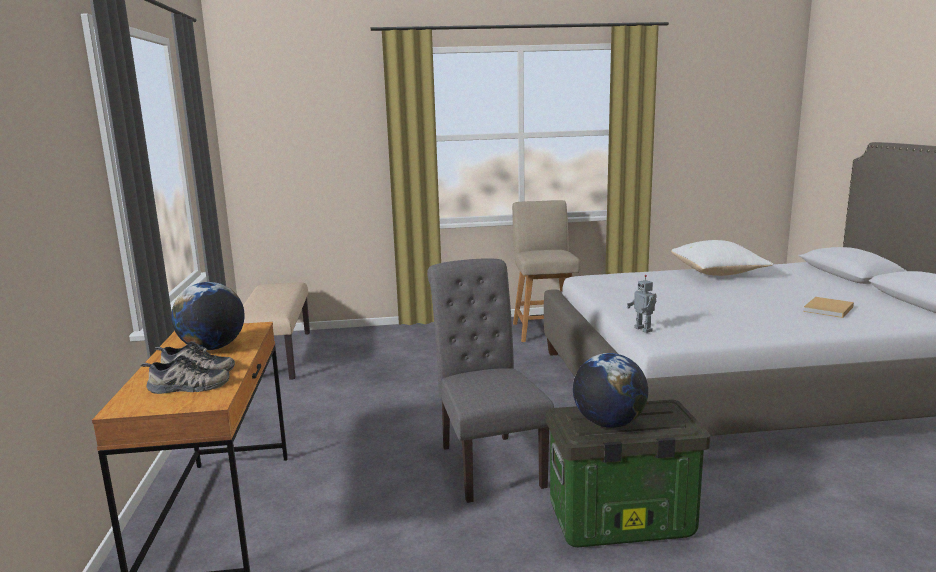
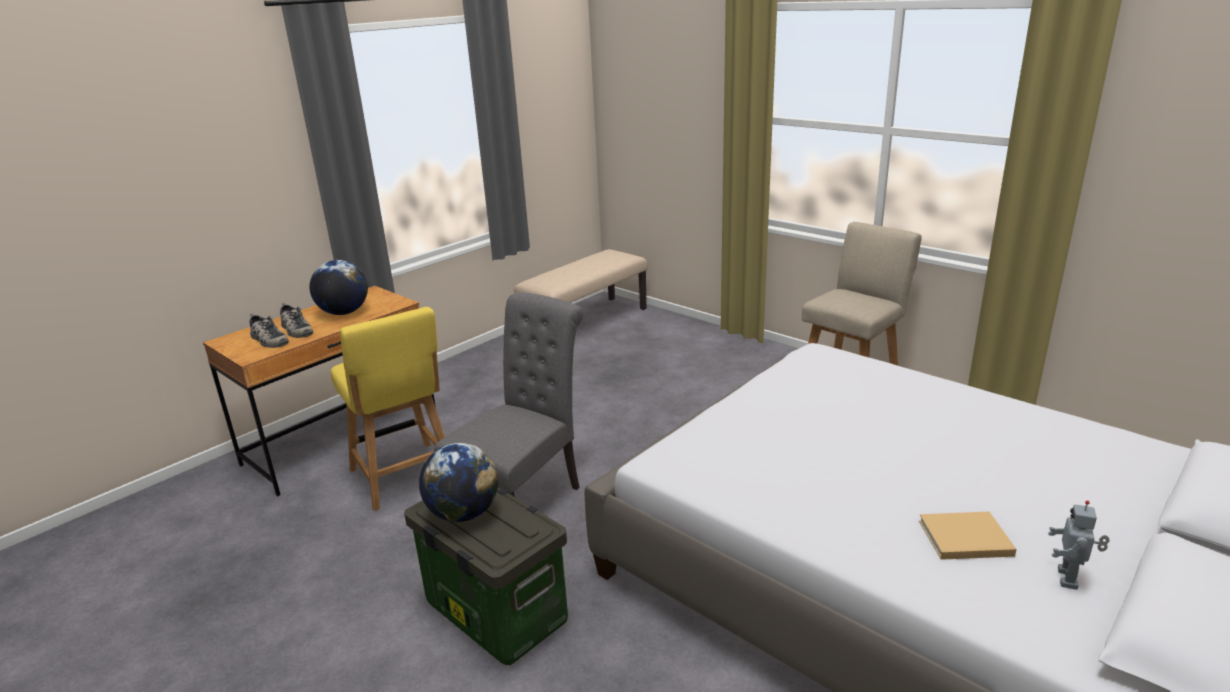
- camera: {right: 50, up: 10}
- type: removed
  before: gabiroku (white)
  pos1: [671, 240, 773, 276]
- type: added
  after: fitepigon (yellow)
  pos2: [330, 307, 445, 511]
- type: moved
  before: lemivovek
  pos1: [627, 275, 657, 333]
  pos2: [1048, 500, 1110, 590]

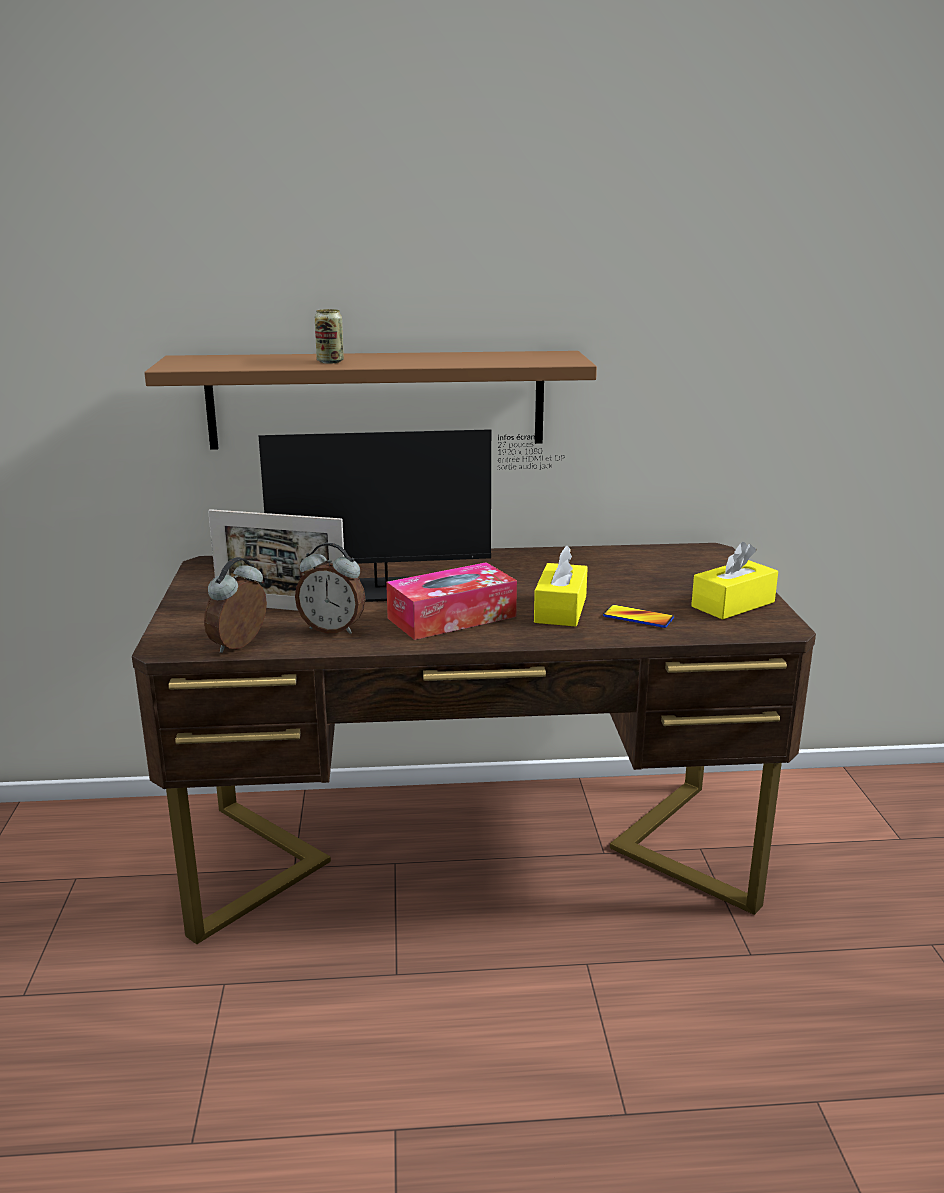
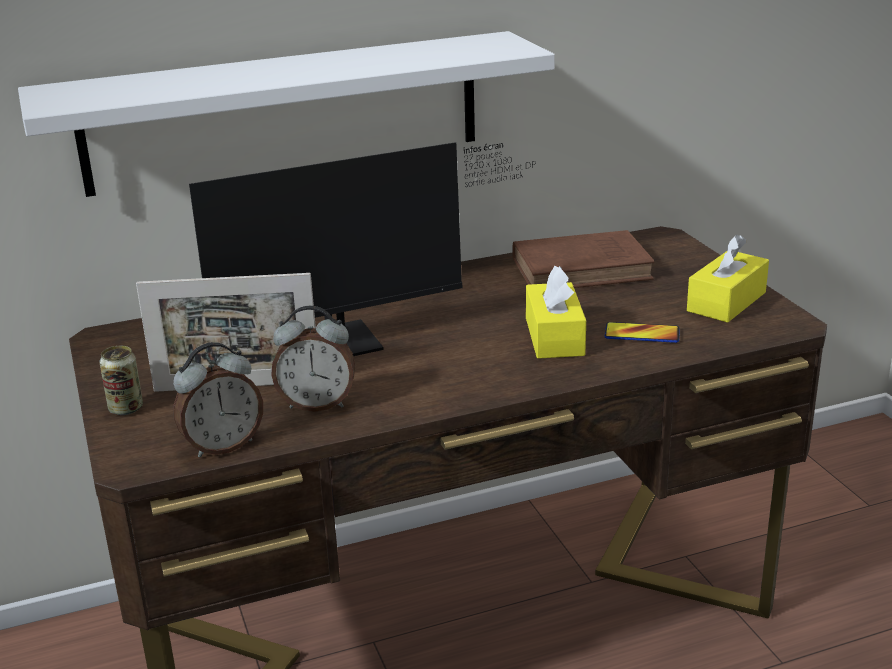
- camera: {right: -15, up: 5}
- type: removed
  before: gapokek
  pos1: [386, 562, 517, 640]
- type: added
  after: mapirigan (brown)
  pos2: [513, 230, 654, 288]
- type: moved
  before: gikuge
  pos1: [315, 309, 344, 363]
  pos2: [99, 346, 143, 415]
- type: recoloured
  before: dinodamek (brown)
  after: dinodamek (white)
  pos1: [144, 351, 597, 450]
  pos2: [18, 31, 555, 197]
- type: turned
  before: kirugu
  pos1: [204, 557, 267, 653]
  pos2: [173, 342, 263, 458]
  turn: -135

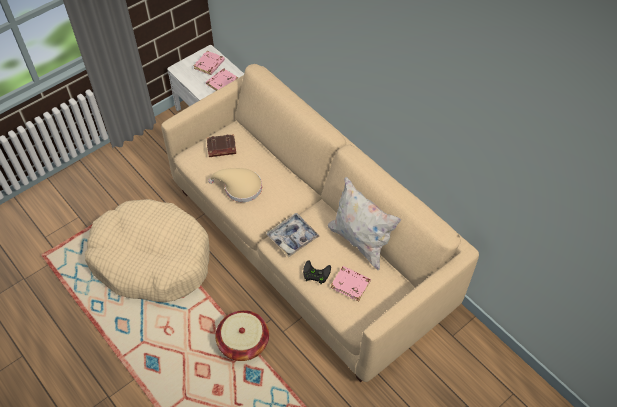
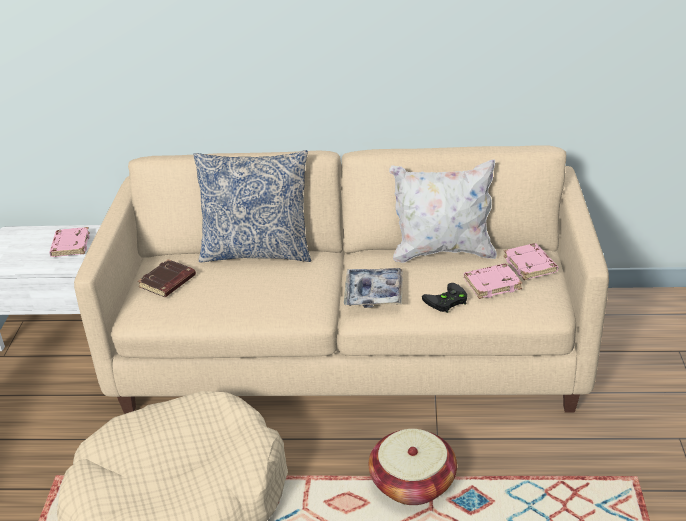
- camera: {right: -45, up: -20}
- type: removed
  before: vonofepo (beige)
  pos1: [208, 168, 262, 202]
- type: added
  after: gabiroku
  pos2: [193, 150, 311, 263]
- type: moved
  before: mapirigan (pink)
  pos1: [194, 51, 225, 75]
  pos2: [503, 243, 558, 280]

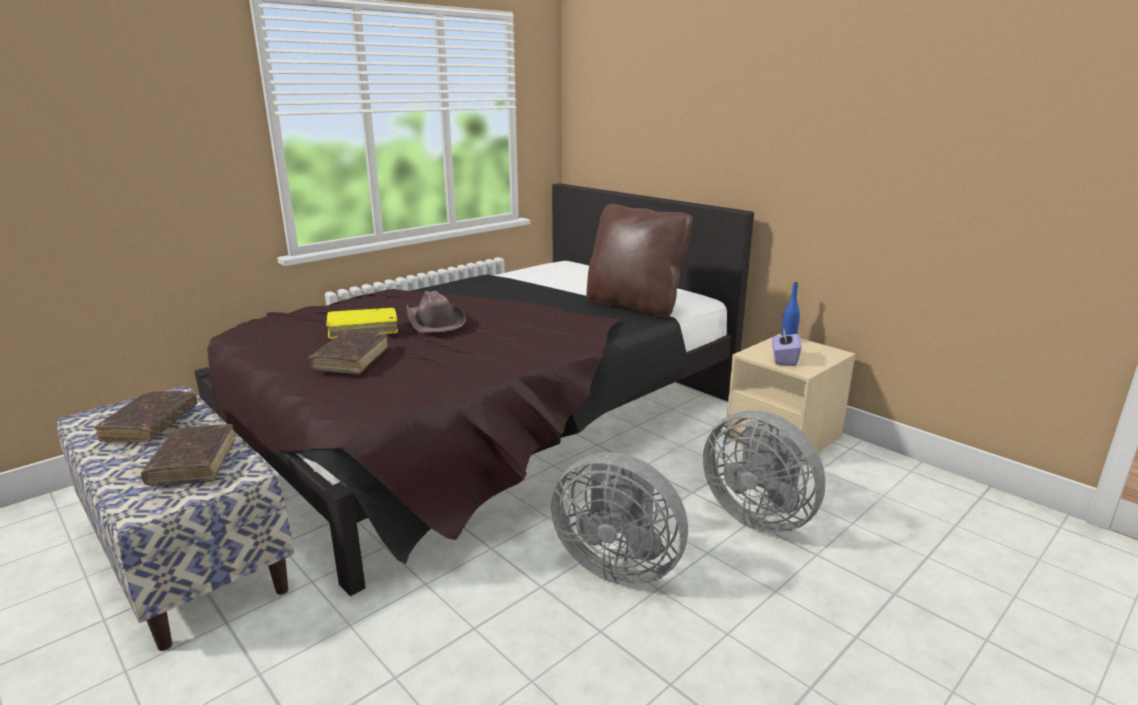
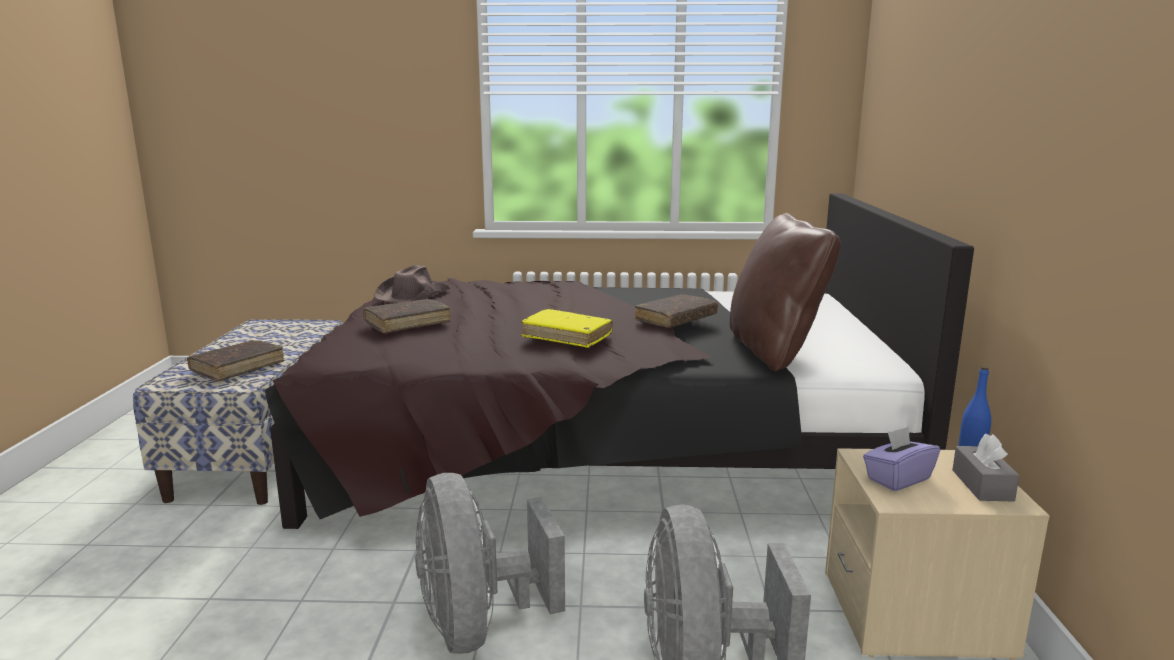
- camera: {right: 45, up: -5}
- type: added
  after: gapokek (grey)
  pos2: [952, 434, 1020, 501]
- type: moved
  before: mapirigan (brown)
  pos1: [95, 391, 197, 442]
  pos2: [635, 294, 718, 328]
- type: moved
  before: mapirigan (yellow)
  pos1: [326, 308, 398, 339]
  pos2: [521, 309, 613, 348]
- type: moved
  before: vonofepo (brown)
  pos1: [406, 291, 466, 333]
  pos2: [374, 265, 450, 303]

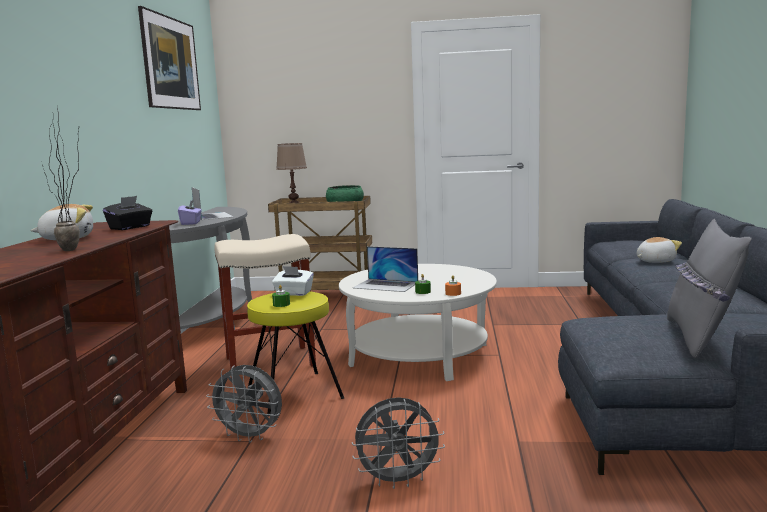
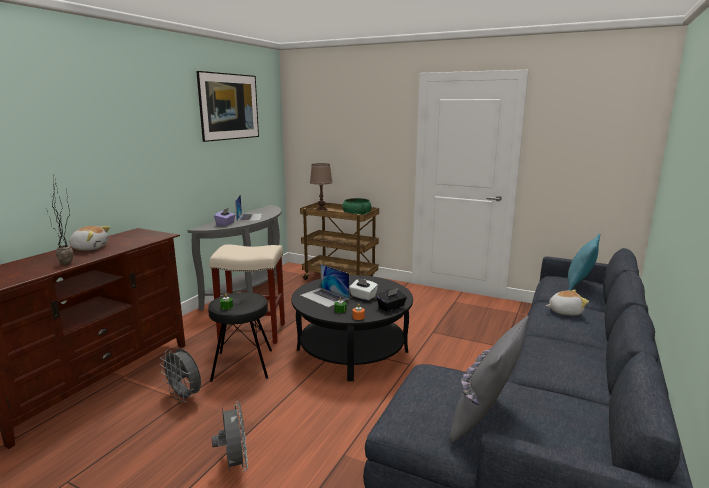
- camera: {right: 20, up: 5}
- type: added
  after: gabiroku (turquoise)
  pos2: [568, 234, 600, 291]
- type: moved
  before: gapokek (black)
  pos1: [103, 196, 152, 230]
  pos2: [376, 288, 407, 312]
- type: moved
  before: gapokek (white)
  pos1: [272, 266, 314, 296]
  pos2: [349, 278, 378, 300]
- type: recoloured
  before: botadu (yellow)
  after: botadu (black)
  pos1: [247, 291, 344, 416]
  pos2: [208, 292, 272, 382]
- type: recoloured
  before: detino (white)
  after: detino (black)
  pos1: [339, 264, 497, 381]
  pos2: [291, 275, 413, 381]
- type: turned
  before: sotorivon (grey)
  pos1: [352, 397, 445, 489]
  pos2: [211, 401, 248, 471]
  turn: -120

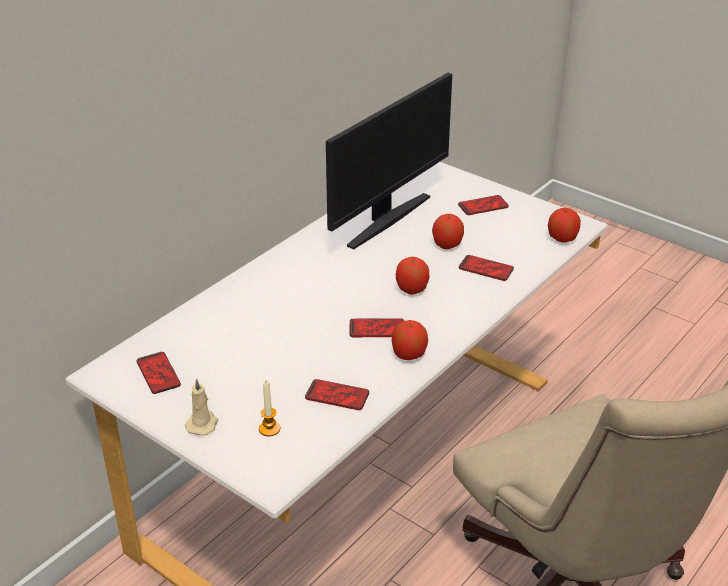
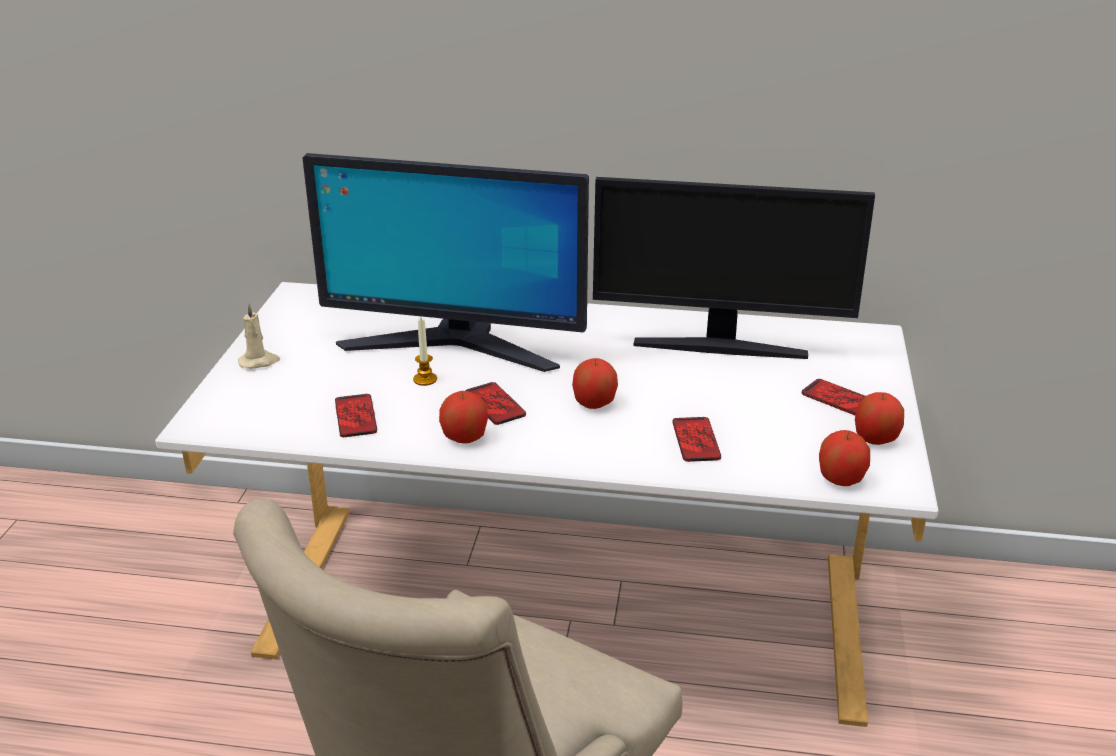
- camera: {right: 60, up: -5}
- type: removed
  before: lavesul
  pos1: [137, 352, 181, 394]
- type: added
  after: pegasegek
  pos2: [302, 153, 589, 372]
- type: moved
  before: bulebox
  pos1: [259, 380, 280, 436]
  pos2: [413, 318, 437, 386]
- type: moved
  before: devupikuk
  pos1: [432, 214, 464, 249]
  pos2: [855, 392, 904, 445]

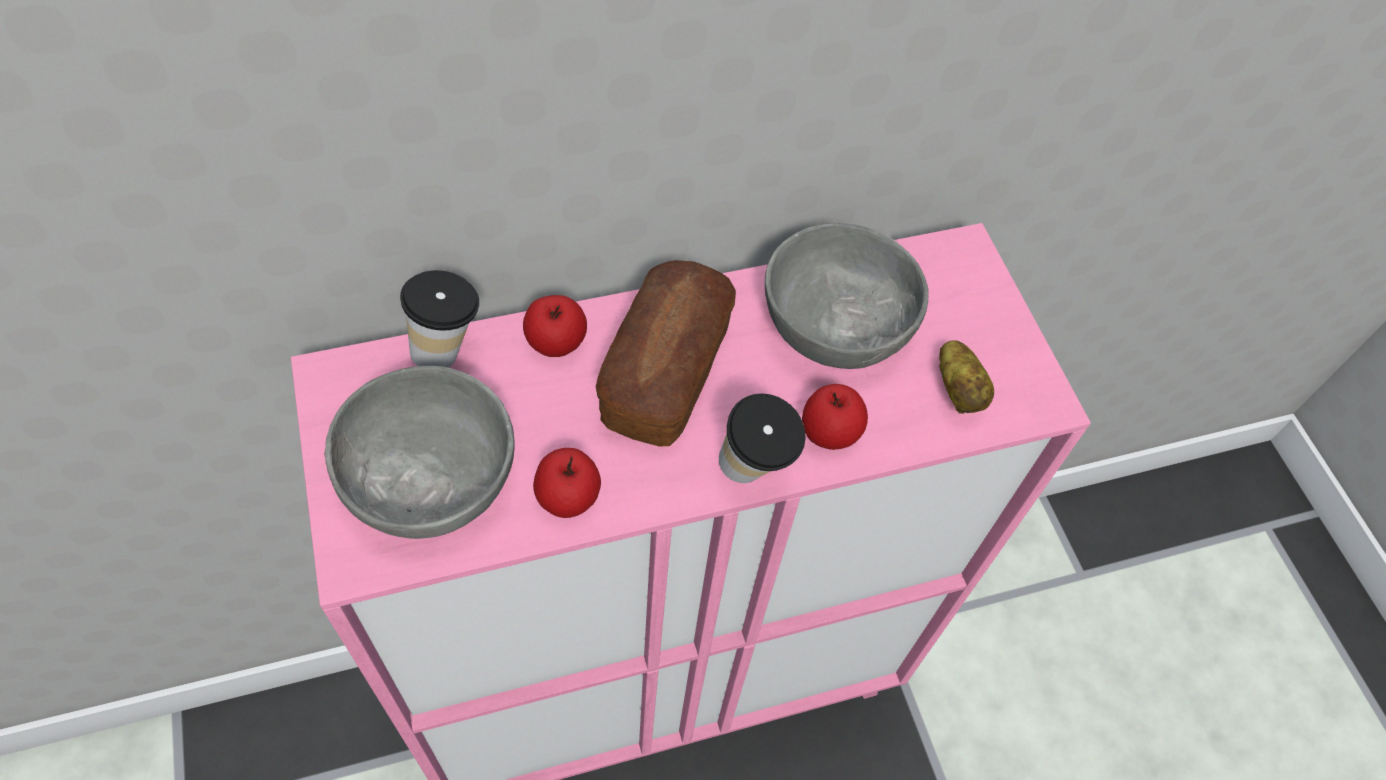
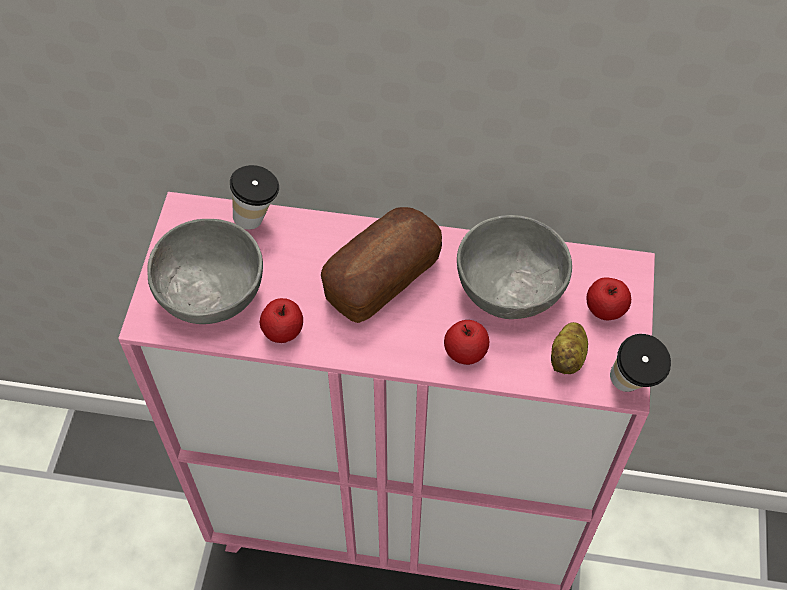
- camera: {right: 30, up: 0}
- type: moved
  before: devupikuk
  pos1: [523, 295, 587, 357]
  pos2: [586, 278, 631, 320]
- type: moved
  before: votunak
  pos1: [719, 393, 805, 483]
  pos2: [610, 334, 671, 392]

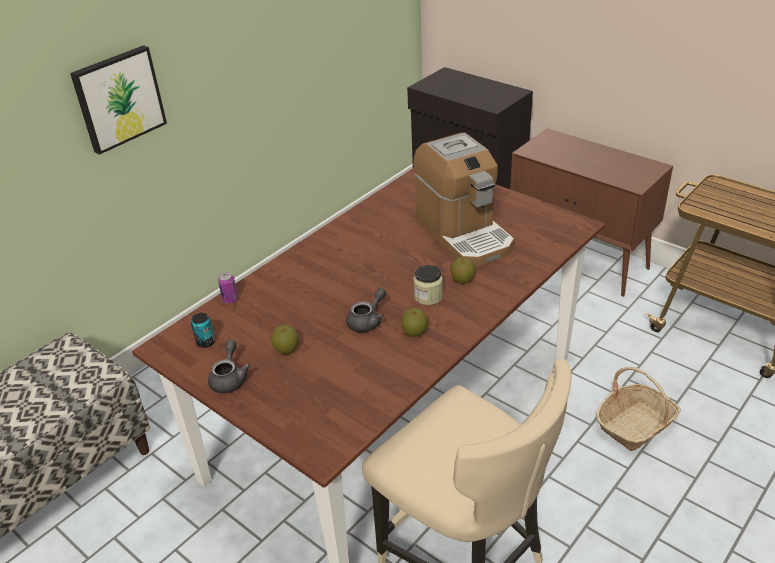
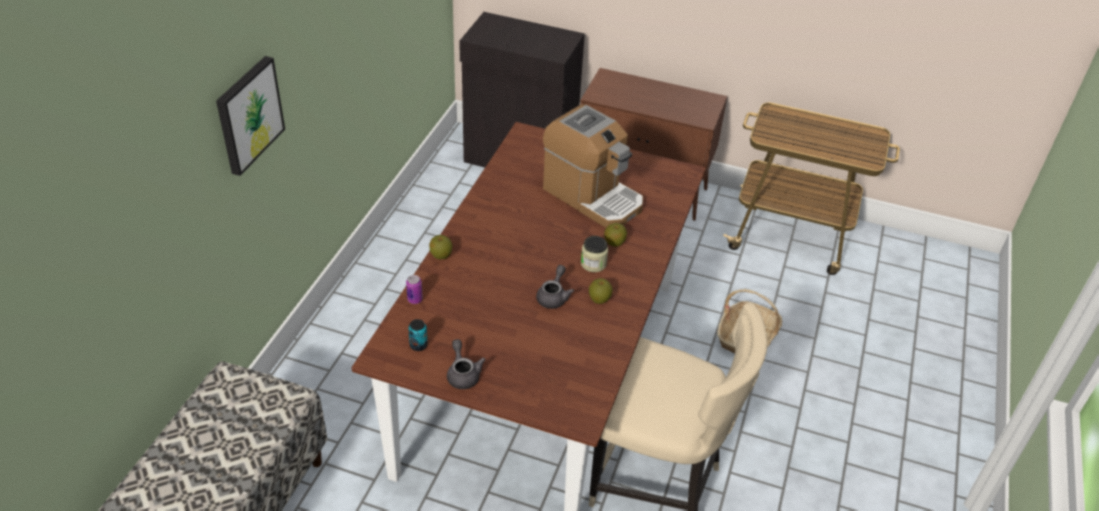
- camera: {right: -25, up: 5}
- type: moved
  before: devupikuk
  pos1: [271, 325, 299, 354]
  pos2: [429, 235, 452, 259]

